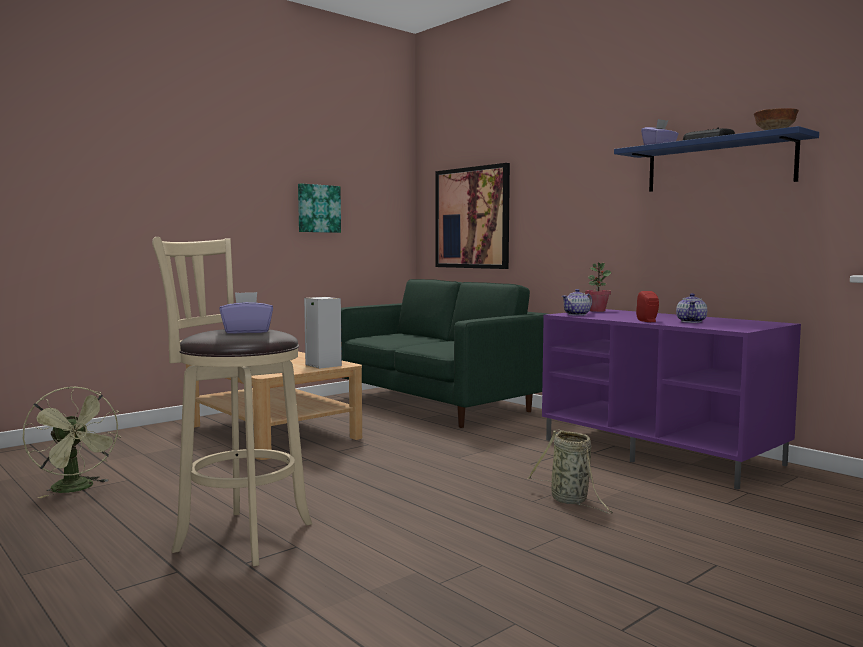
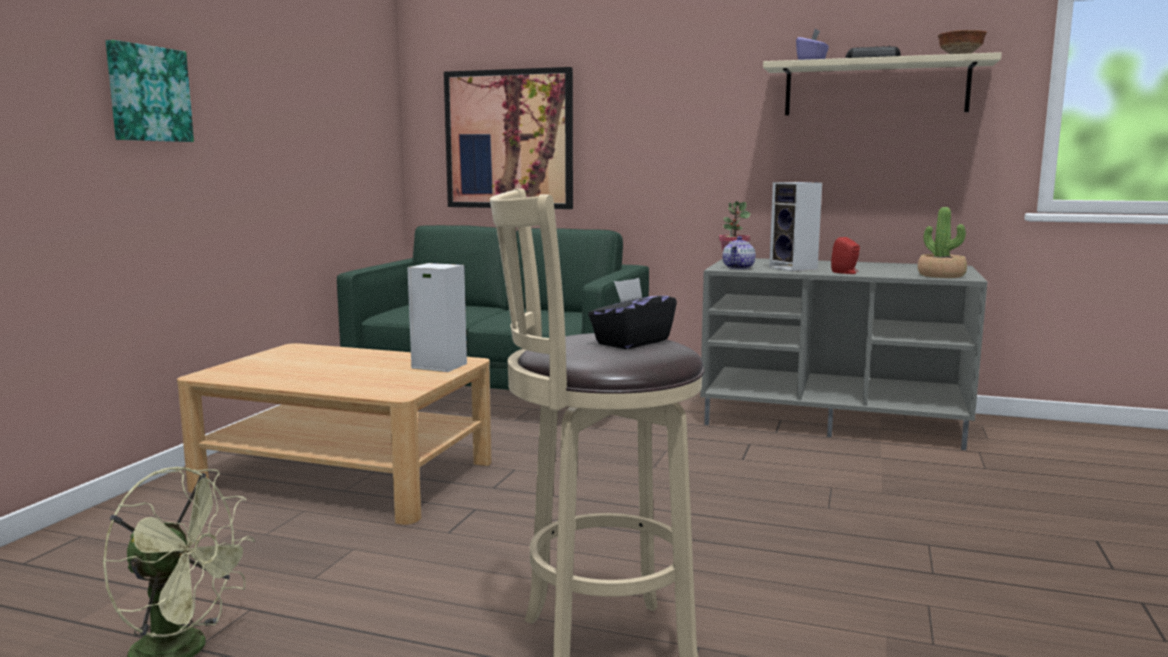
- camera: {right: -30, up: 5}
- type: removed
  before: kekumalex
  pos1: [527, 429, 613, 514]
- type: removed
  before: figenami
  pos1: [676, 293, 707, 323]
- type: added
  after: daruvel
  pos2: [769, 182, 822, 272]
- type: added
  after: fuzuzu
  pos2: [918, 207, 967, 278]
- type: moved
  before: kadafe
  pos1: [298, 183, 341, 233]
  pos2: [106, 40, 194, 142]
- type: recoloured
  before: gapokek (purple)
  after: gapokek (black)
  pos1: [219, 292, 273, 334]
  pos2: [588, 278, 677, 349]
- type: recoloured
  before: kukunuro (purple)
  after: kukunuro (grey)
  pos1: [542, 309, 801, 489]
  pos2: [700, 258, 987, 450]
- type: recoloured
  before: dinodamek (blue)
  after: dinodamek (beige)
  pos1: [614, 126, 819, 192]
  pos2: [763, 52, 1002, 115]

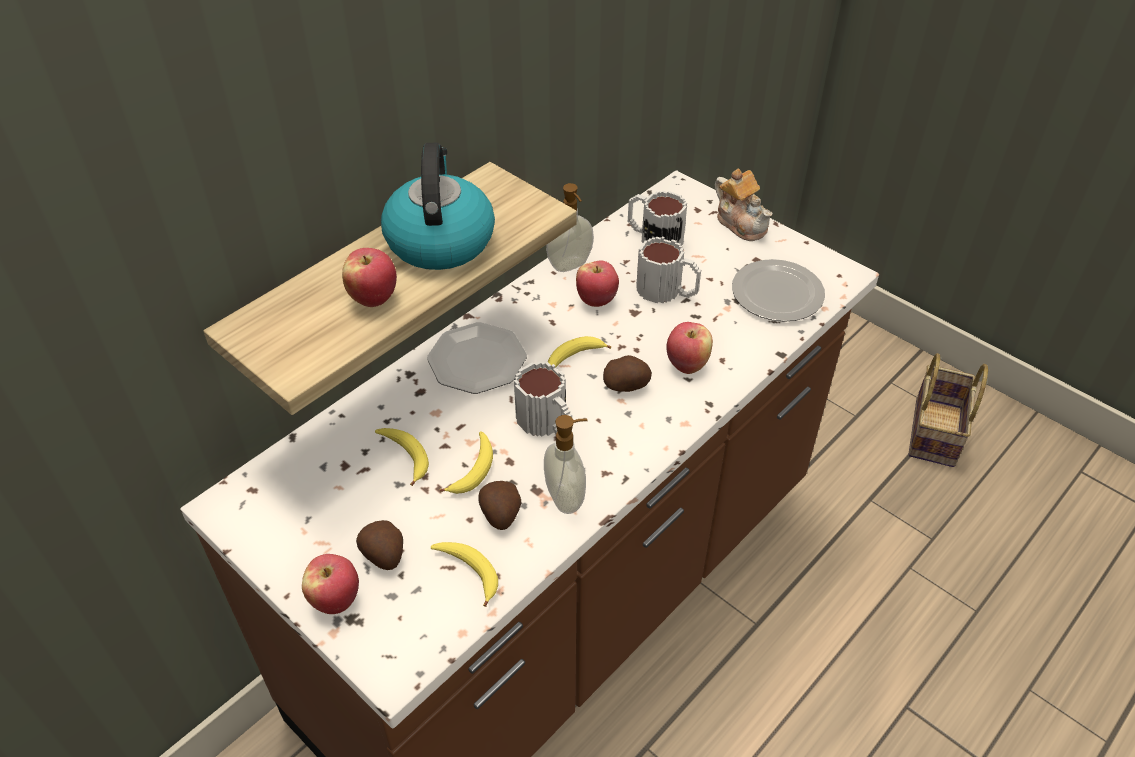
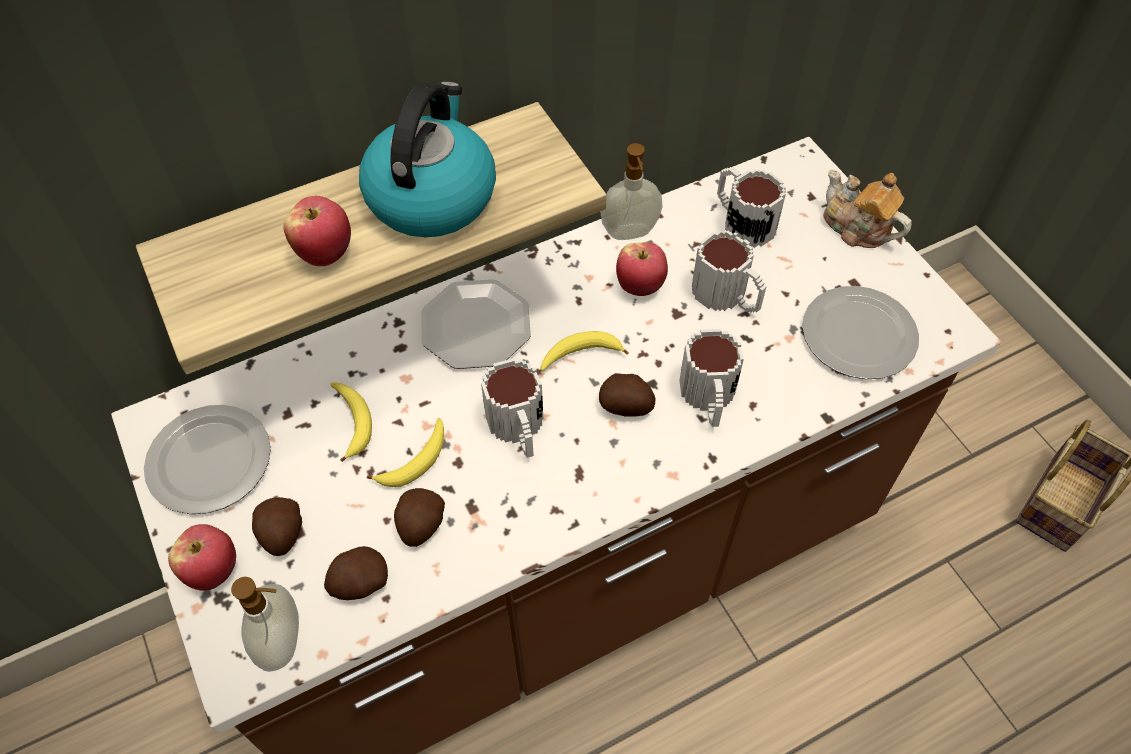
- camera: {right: 20, up: 10}
- type: added
  after: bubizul
  pos2: [144, 405, 271, 514]
- type: moved
  before: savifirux
  pos1: [544, 415, 588, 514]
  pos2: [231, 577, 299, 672]
- type: replaced
  before: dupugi
  after: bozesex
  pos1: [431, 542, 498, 607]
  pos2: [324, 546, 388, 600]
- type: replaced
  before: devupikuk
  after: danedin
  pos1: [666, 322, 713, 374]
  pos2: [679, 329, 744, 427]
- type: turned
  before: figenami
  pos1: [715, 168, 773, 241]
  pos2: [823, 169, 912, 248]
  turn: 150

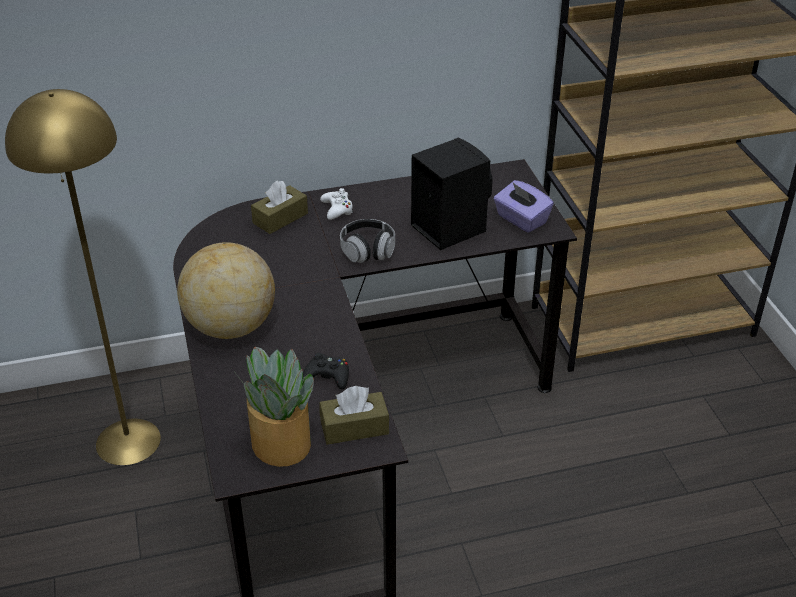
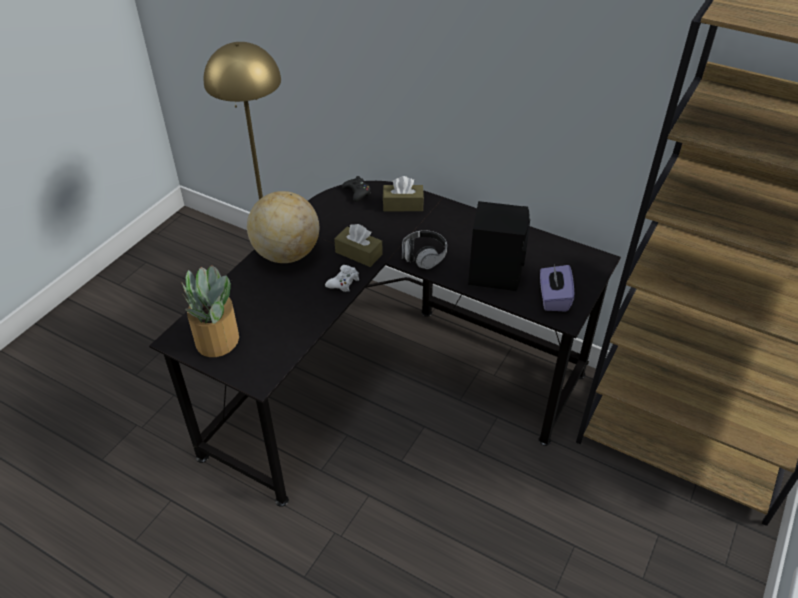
- camera: {right: 45, up: 5}
- type: moved
  before: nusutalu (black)
  pos1: [303, 353, 349, 389]
  pos2: [342, 176, 371, 202]
- type: moved
  before: gapokek (brown)
  pos1: [319, 386, 389, 445]
  pos2: [334, 224, 383, 267]
- type: moved
  before: nusutalu (white)
  pos1: [320, 188, 354, 220]
  pos2: [325, 265, 359, 292]

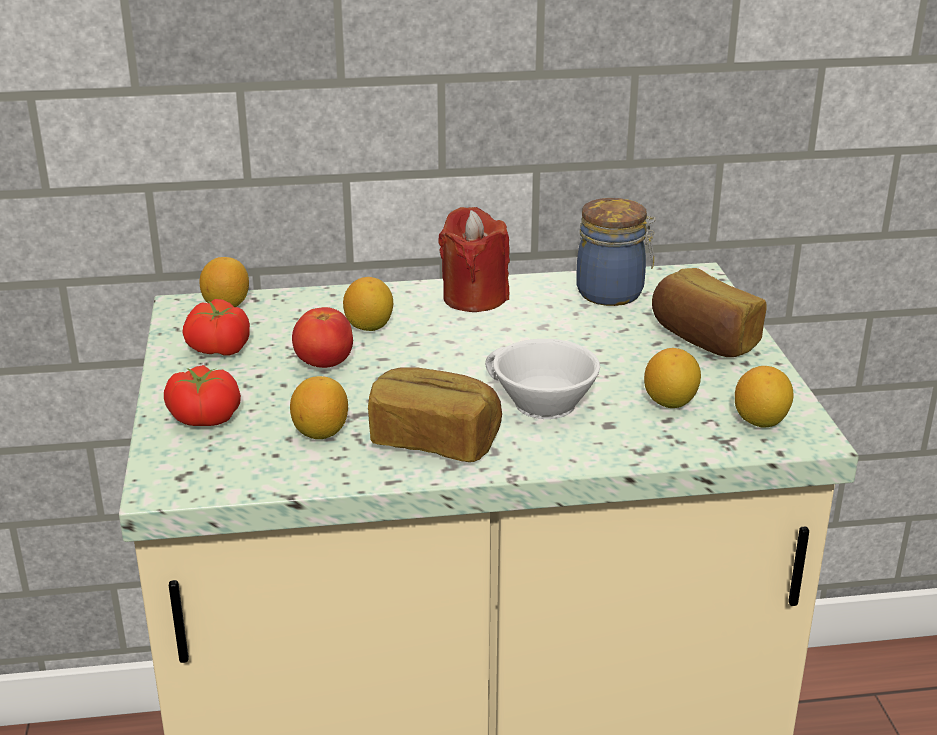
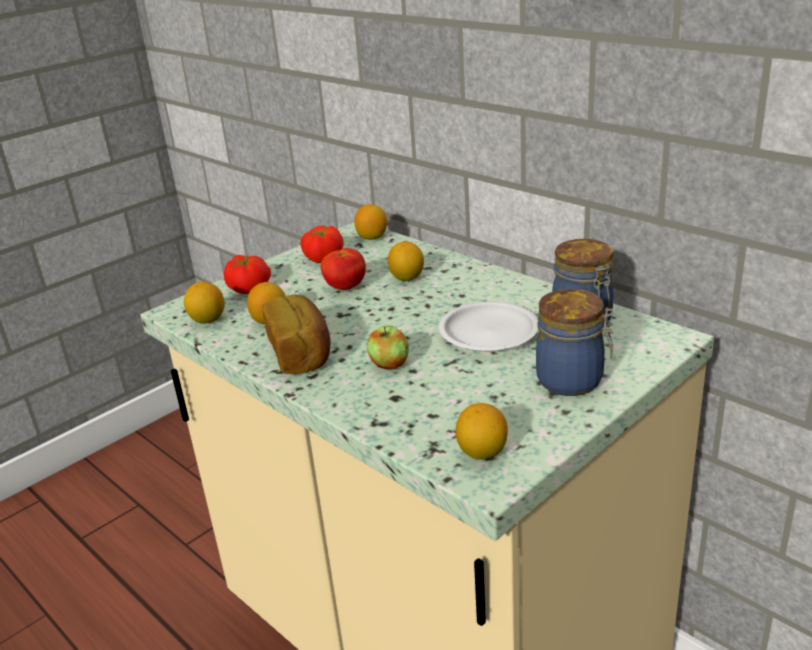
- camera: {right: 55, up: 0}
- type: removed
  before: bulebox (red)
  pos1: [438, 207, 510, 312]
- type: added
  after: bubizul (white)
  pos2: [439, 301, 538, 352]
- type: moved
  before: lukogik
  pos1: [644, 348, 701, 408]
  pos2: [184, 282, 224, 324]
- type: replaced
  before: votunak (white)
  after: devupikuk
  pos1: [485, 339, 600, 419]
  pos2: [367, 326, 409, 369]
- type: replaced
  before: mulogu
  after: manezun
  pos1: [652, 268, 767, 357]
  pos2: [536, 289, 613, 396]

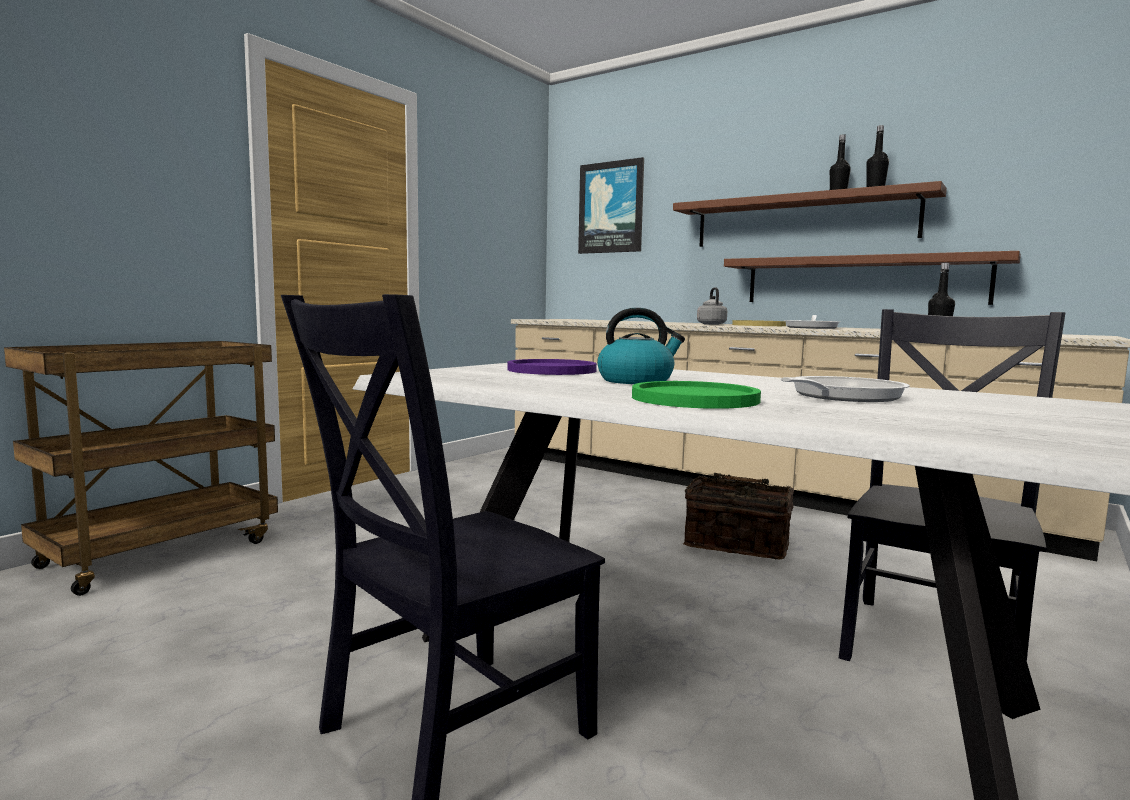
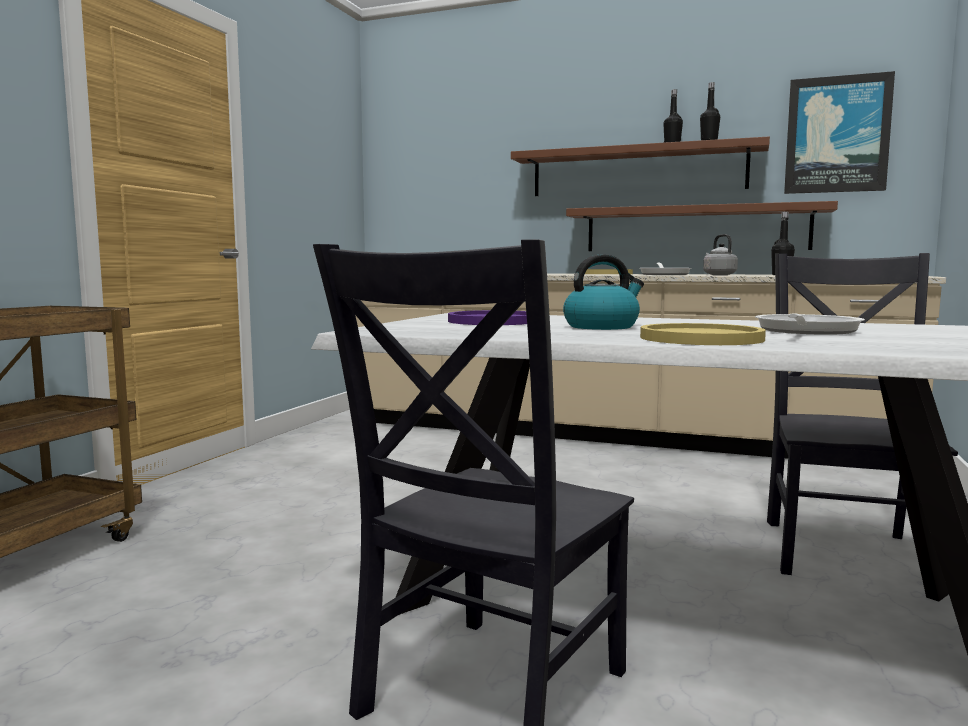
- camera: {right: -15, up: 0}
- type: removed
  before: kekumalex
  pos1: [683, 473, 794, 560]
- type: moved
  before: kadafe
  pos1: [578, 157, 644, 254]
  pos2: [784, 71, 895, 194]
- type: moved
  before: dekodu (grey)
  pos1: [697, 287, 727, 325]
  pos2: [703, 234, 738, 275]
- type: recoloured
  before: bubizul (green)
  after: bubizul (yellow)
  pos1: [632, 381, 761, 409]
  pos2: [640, 323, 766, 345]

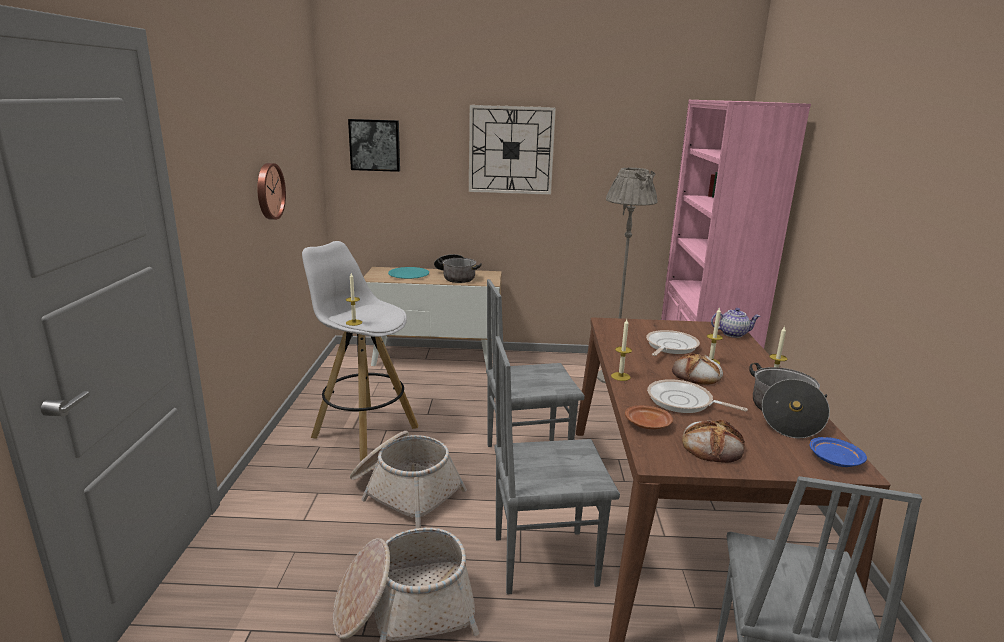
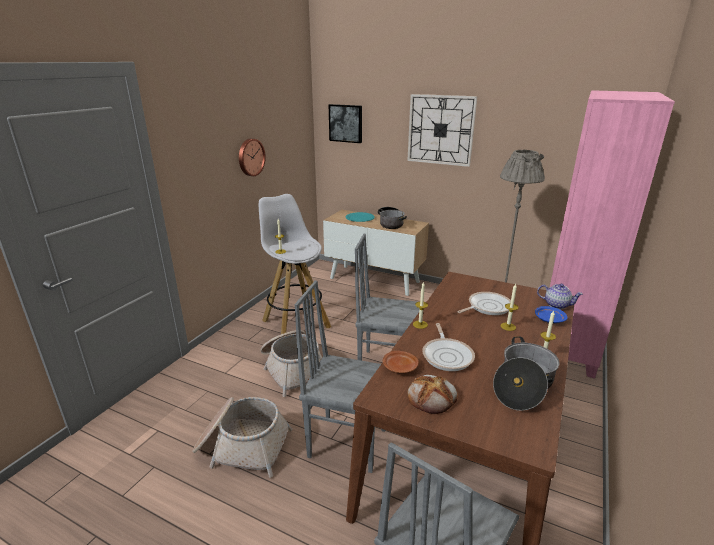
- camera: {right: 25, up: 5}
- type: removed
  before: mulogu
  pos1: [672, 353, 723, 385]
- type: moved
  before: bubizul (blue)
  pos1: [810, 437, 867, 467]
  pos2: [535, 306, 568, 323]
- type: turned
  before: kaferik
  pos1: [647, 379, 748, 413]
  pos2: [422, 323, 475, 371]
  turn: -150

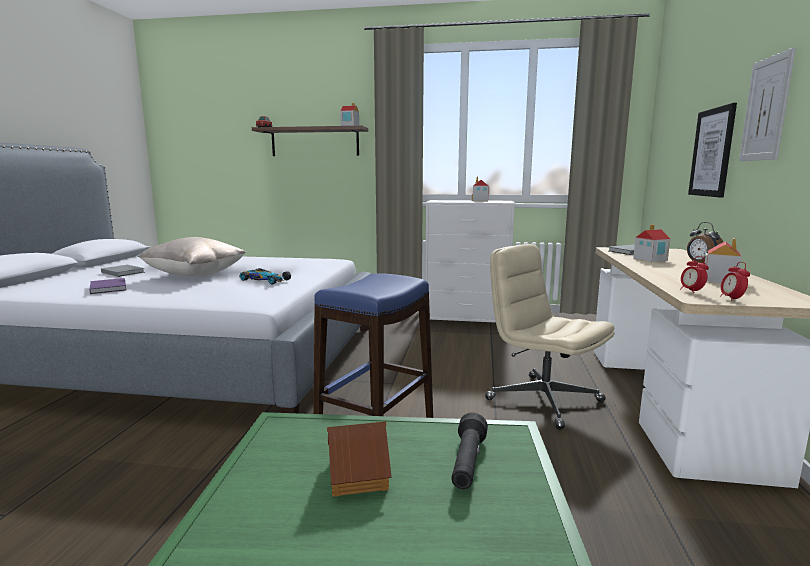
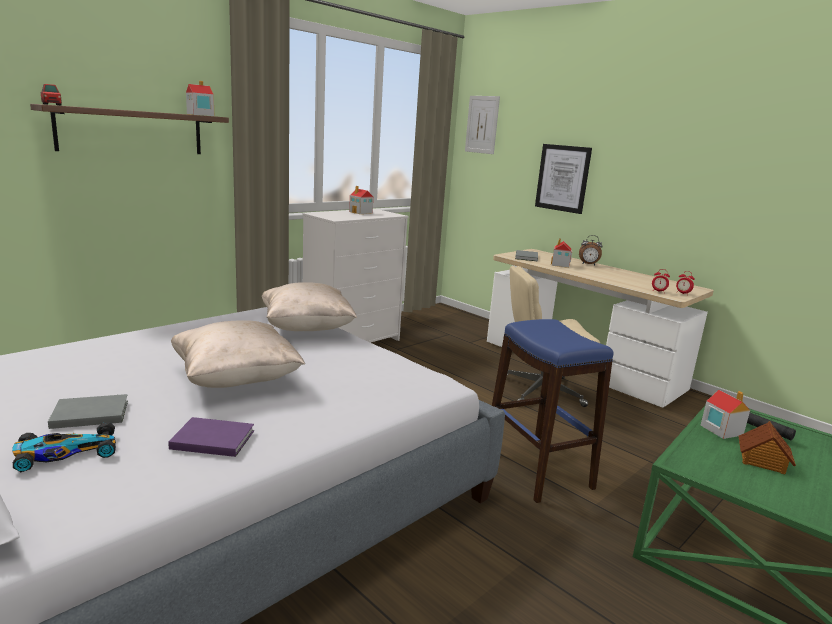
- camera: {right: -55, up: 5}
- type: added
  after: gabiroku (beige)
  pos2: [262, 282, 357, 331]
- type: moved
  before: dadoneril
  pos1: [240, 268, 291, 285]
  pos2: [12, 422, 116, 472]
- type: moved
  before: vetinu
  pos1: [705, 238, 742, 283]
  pos2: [700, 390, 750, 439]
- type: moved
  before: kadafe
  pos1: [739, 47, 796, 161]
  pos2: [465, 96, 500, 154]

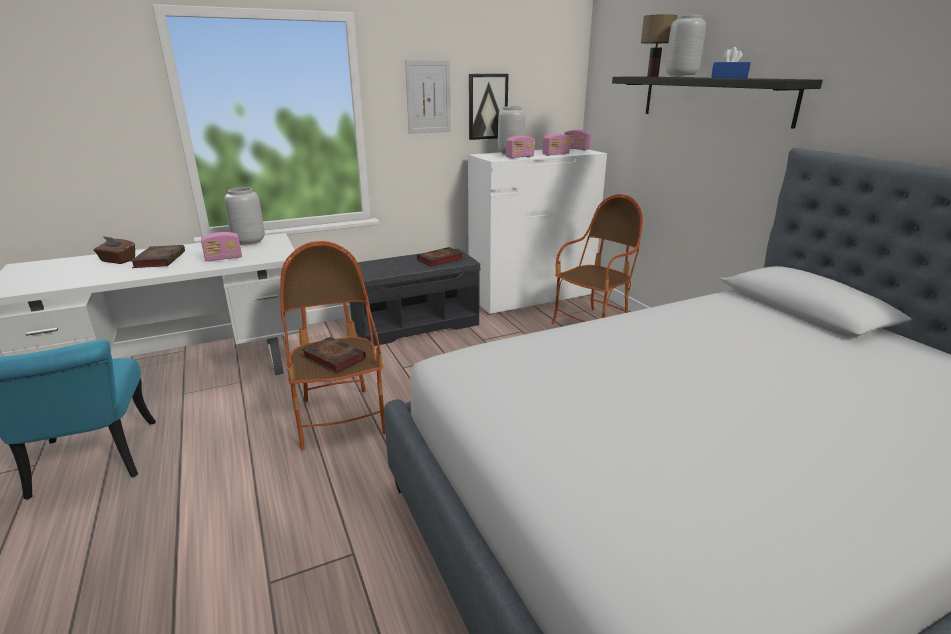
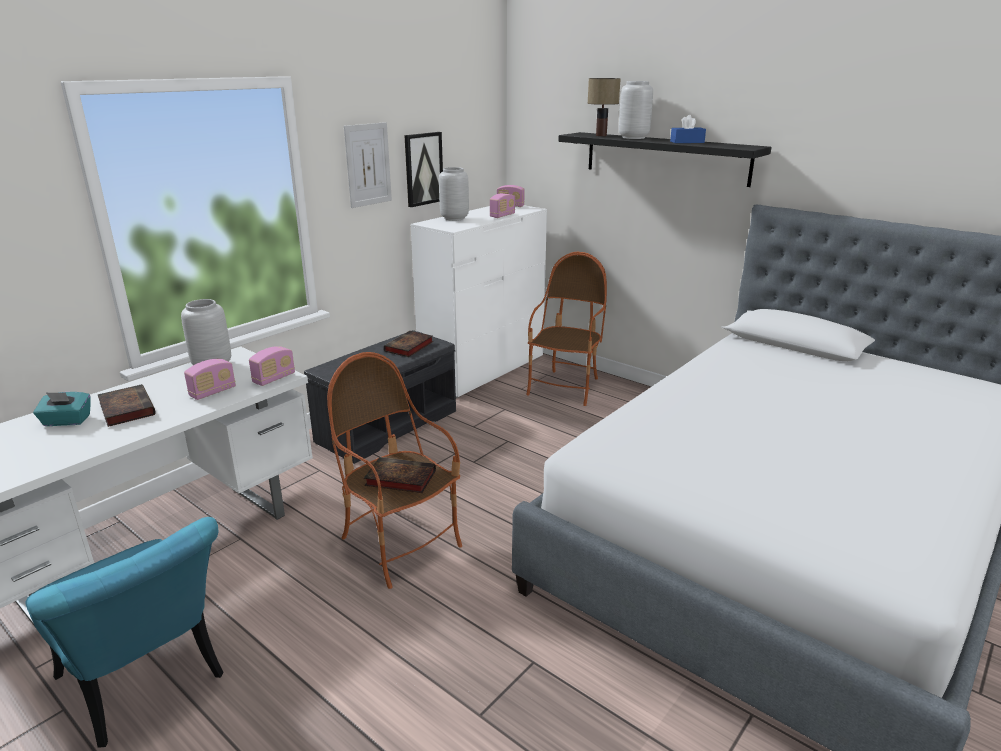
- camera: {right: -25, up: 0}
- type: moved
  before: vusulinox
  pos1: [506, 136, 535, 159]
  pos2: [249, 346, 295, 386]
- type: recoloured
  before: gapokek (brown)
  after: gapokek (turquoise)
  pos1: [94, 236, 135, 264]
  pos2: [33, 392, 91, 426]

